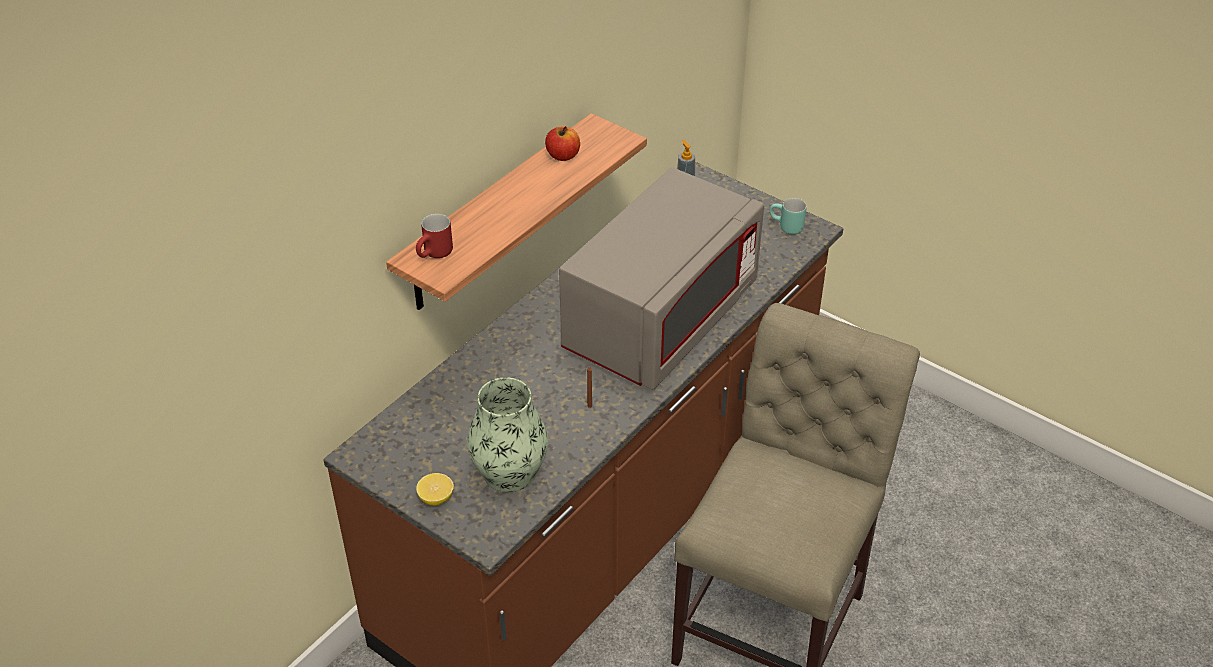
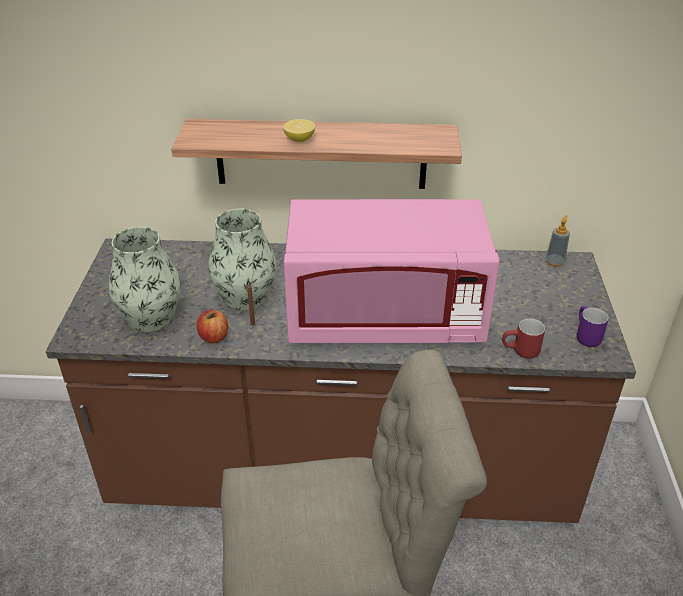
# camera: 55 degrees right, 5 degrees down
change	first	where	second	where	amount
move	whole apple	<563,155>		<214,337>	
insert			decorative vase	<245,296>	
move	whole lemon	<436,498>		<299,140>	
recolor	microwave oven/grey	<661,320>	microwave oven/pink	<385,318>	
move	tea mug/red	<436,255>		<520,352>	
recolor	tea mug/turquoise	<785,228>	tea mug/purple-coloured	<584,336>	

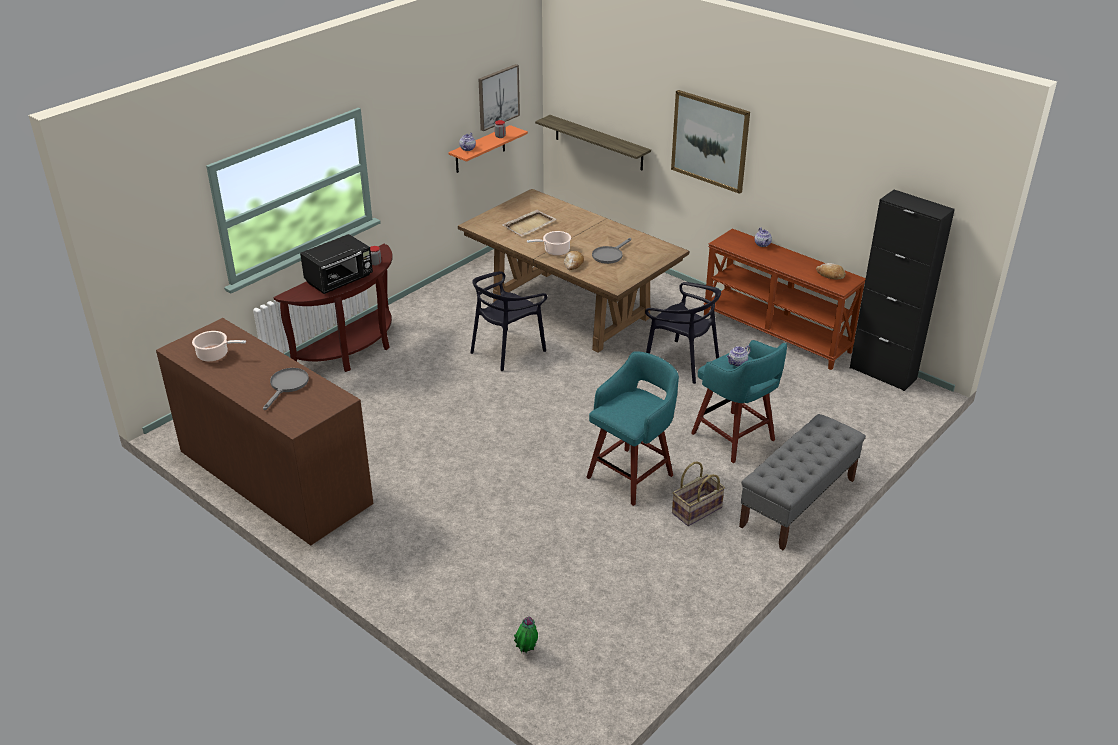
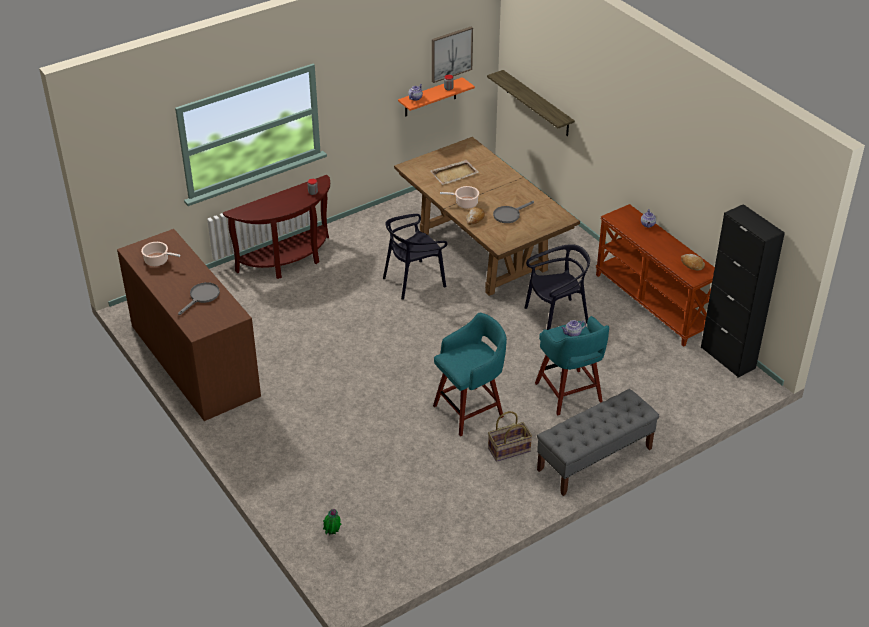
# camera: 15 degrees right, 5 degrees up
change	first	where	second	where	amount
rotate	plain chair/black-coloured	<682,362>		<556,317>	75 degrees counterclockwise
delete	microwave oven/black-coloured	<340,280>			
delete	picture	<710,141>			

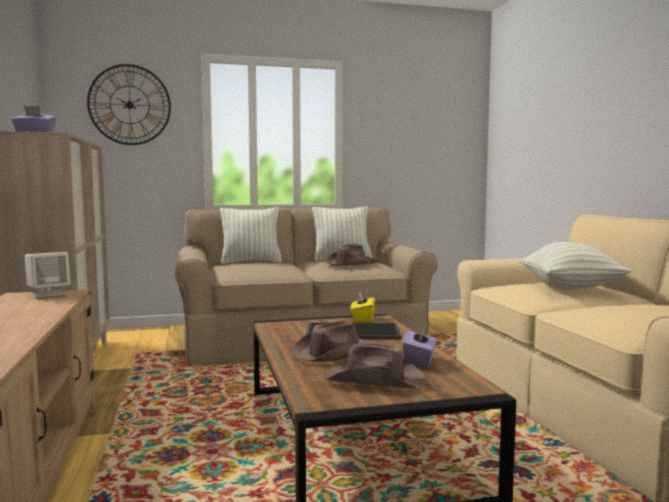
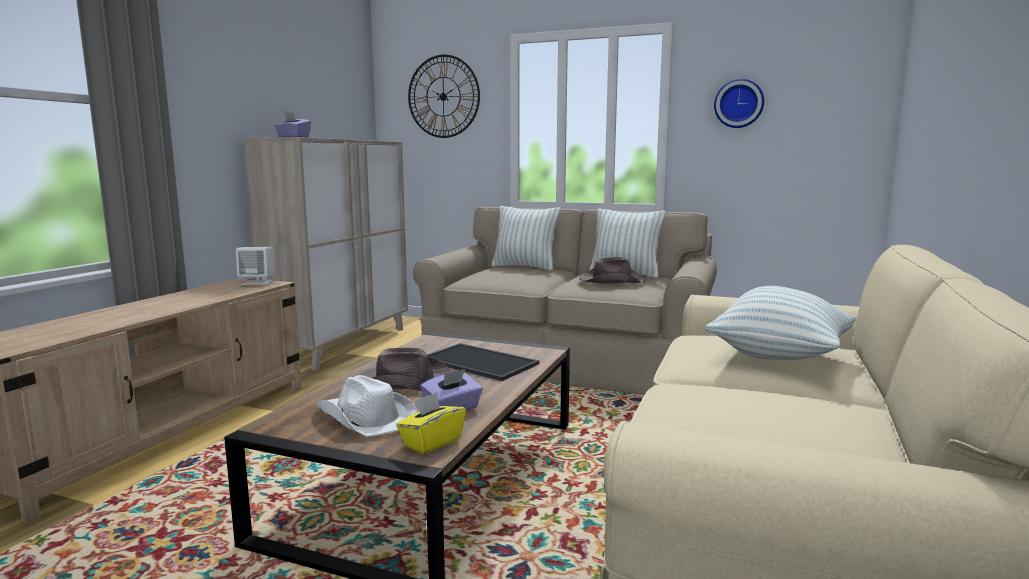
# camera: 35 degrees right, 5 degrees up
change	first	where	second	where	amount
recolor	wearable hat/brown	<375,380>	wearable hat/white-coloured	<366,418>	
move	box of tissues/yellow-coloured	<362,319>		<431,442>	
insert			wall clock	<738,104>	

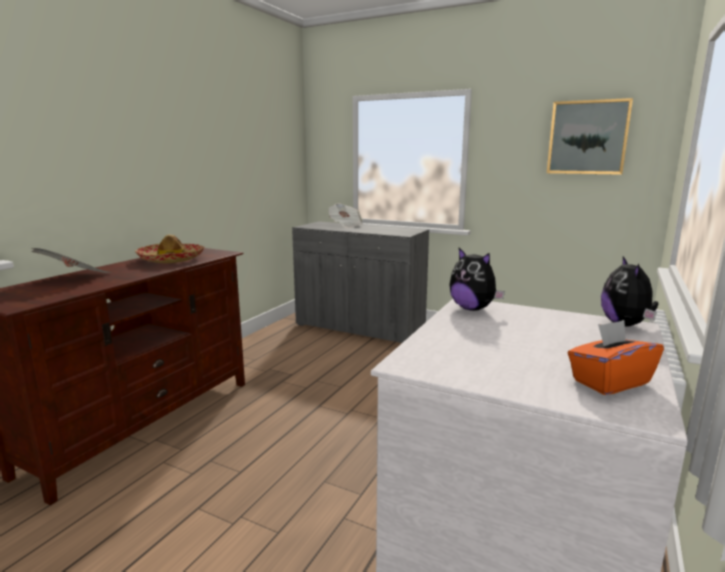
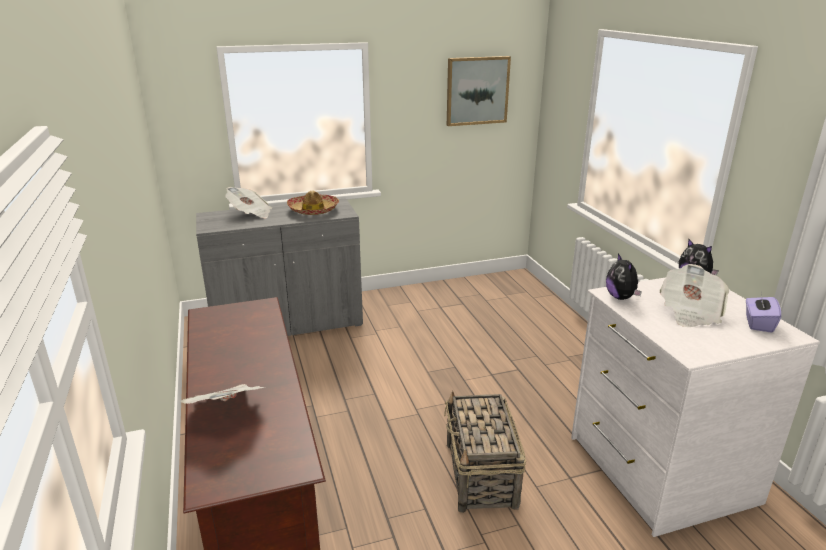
# camera: 45 degrees left, 10 degrees up
change	first	where	second	where	amount
move	wearable hat	<171,259>		<313,210>	
insert			basket	<481,475>	
rotate	cuddly toy	<472,309>		<621,297>	75 degrees clockwise
insert			daily paper	<690,312>	
recolor	box of tissues/orange	<609,381>	box of tissues/purple-coloured	<758,323>	

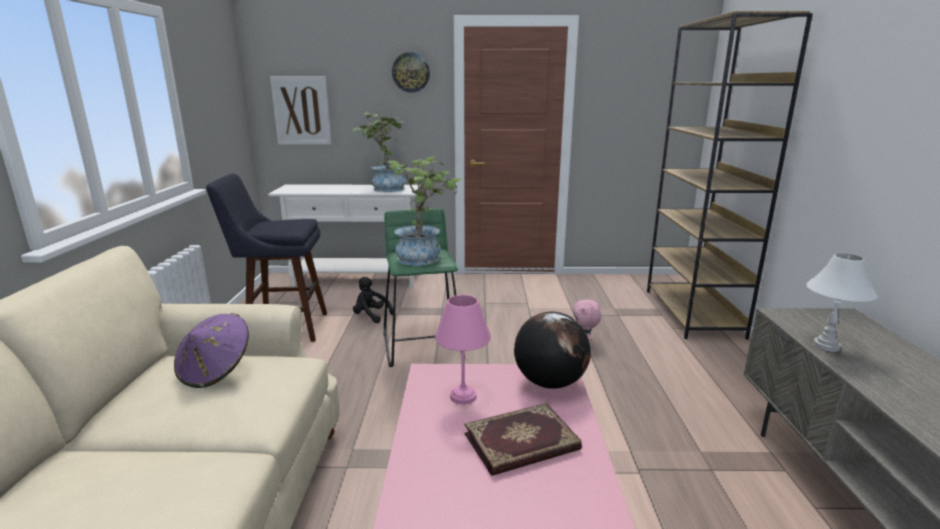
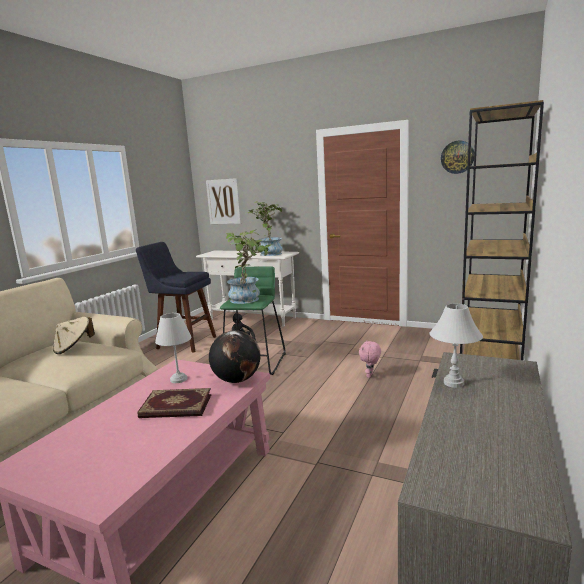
# camera: 25 degrees right, 5 degrees down
change	first	where	second	where	amount
recolor	wearable hat/purple-coloured	<216,371>	wearable hat/beige-coloured	<74,348>	
recolor	lamp for a table/pink	<462,397>	lamp for a table/white-coloured	<178,379>	
move	wall clock	<411,72>		<457,157>	

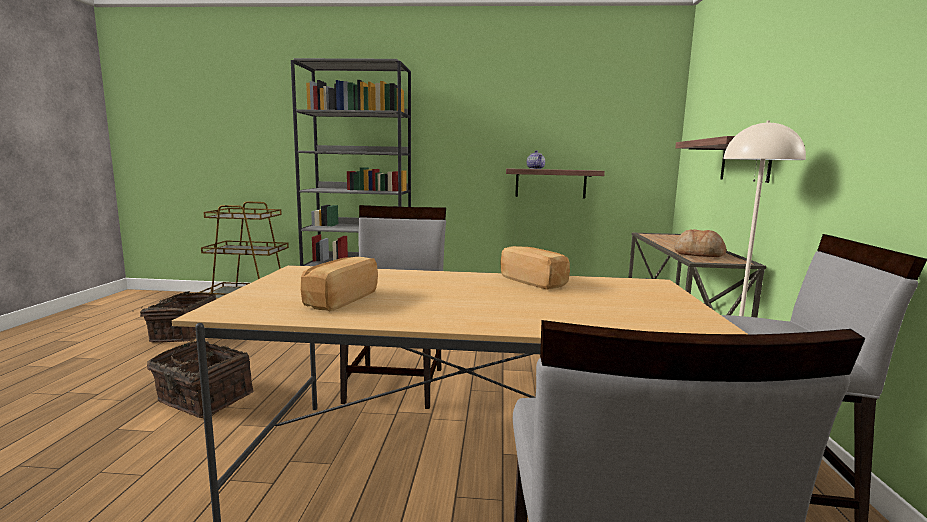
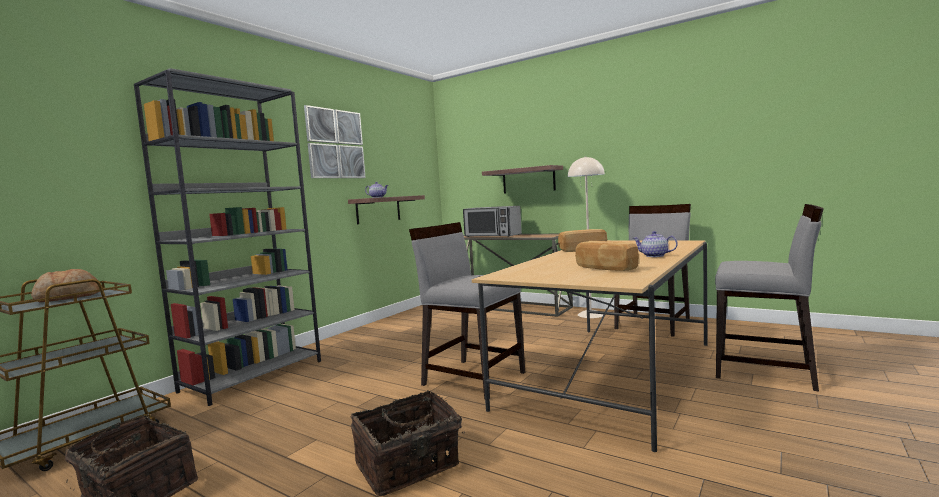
# camera: 60 degrees left, 5 degrees down
change	first	where	second	where	amount
move	baked bread	<698,254>		<67,297>	
insert			picture	<335,144>	
insert			microwave oven	<492,235>	
insert			teapot	<654,256>	

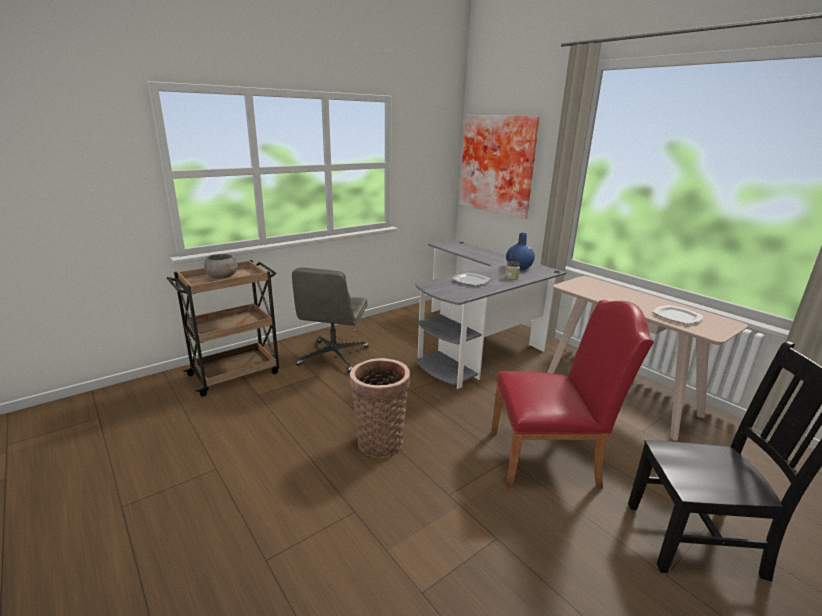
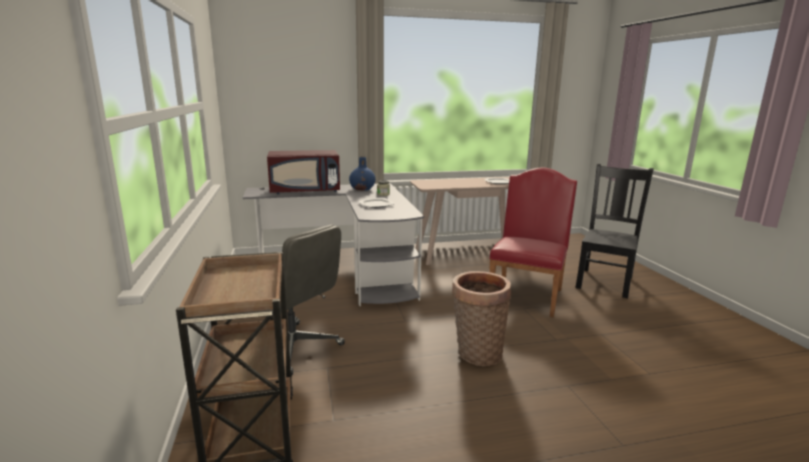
# camera: 65 degrees left, 5 degrees down
change	first	where	second	where	amount
insert			microwave oven/red	<305,191>	
delete	bowl/grey	<222,276>			
delete	picture	<498,165>			

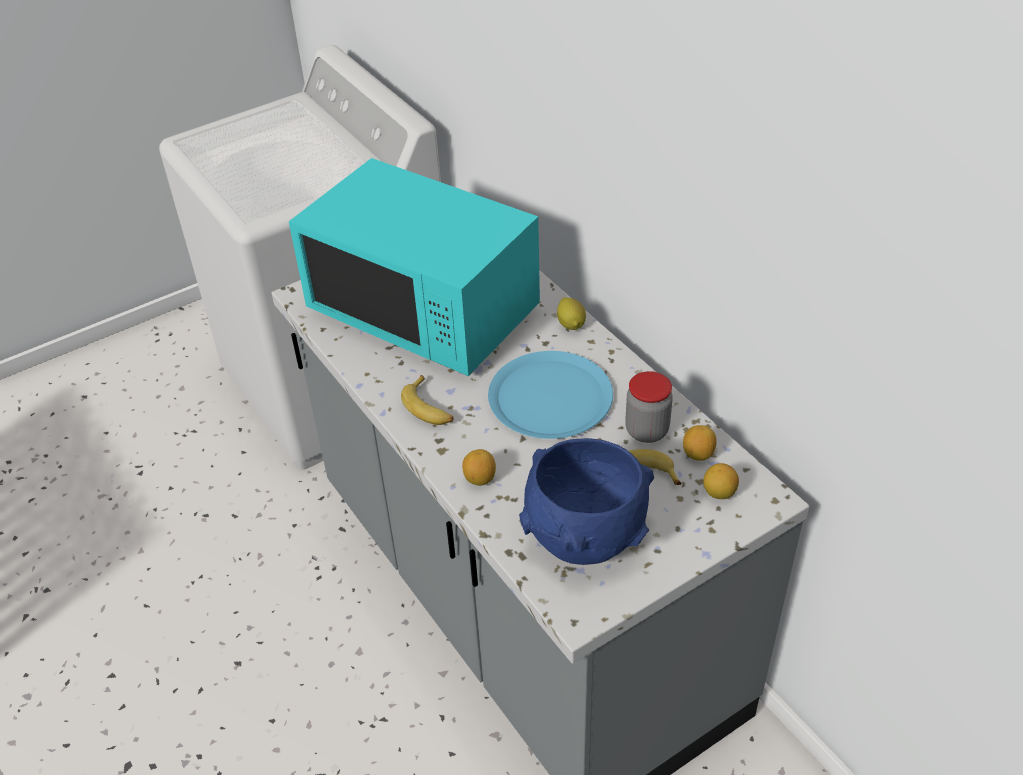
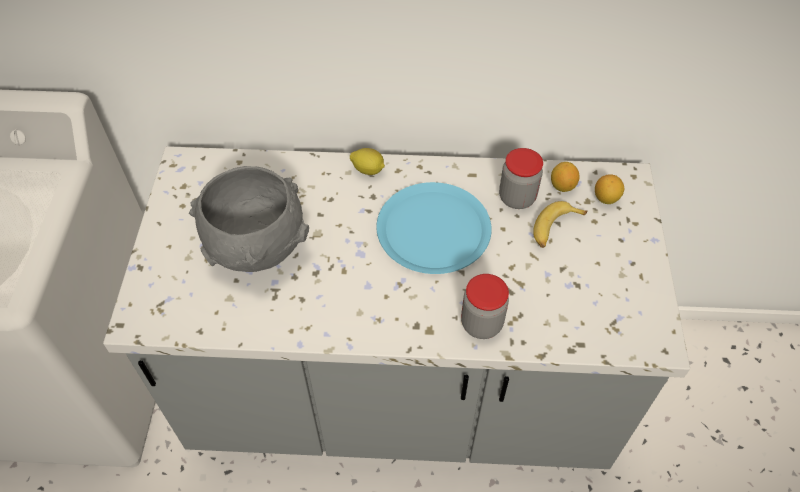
# camera: 55 degrees left, 10 degrees up
change	first	where	second	where	amount
replace	microwave oven/turquoise	<425,312>	bowl/grey	<258,248>	
replace	whole lemon	<479,478>	preserve jar	<481,324>	
delete	banana	<429,408>			
delete	bowl/blue-coloured	<585,537>			

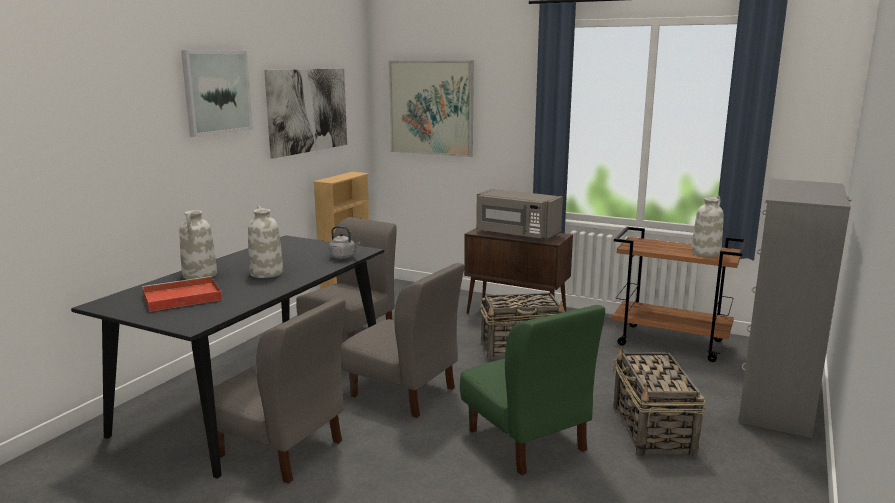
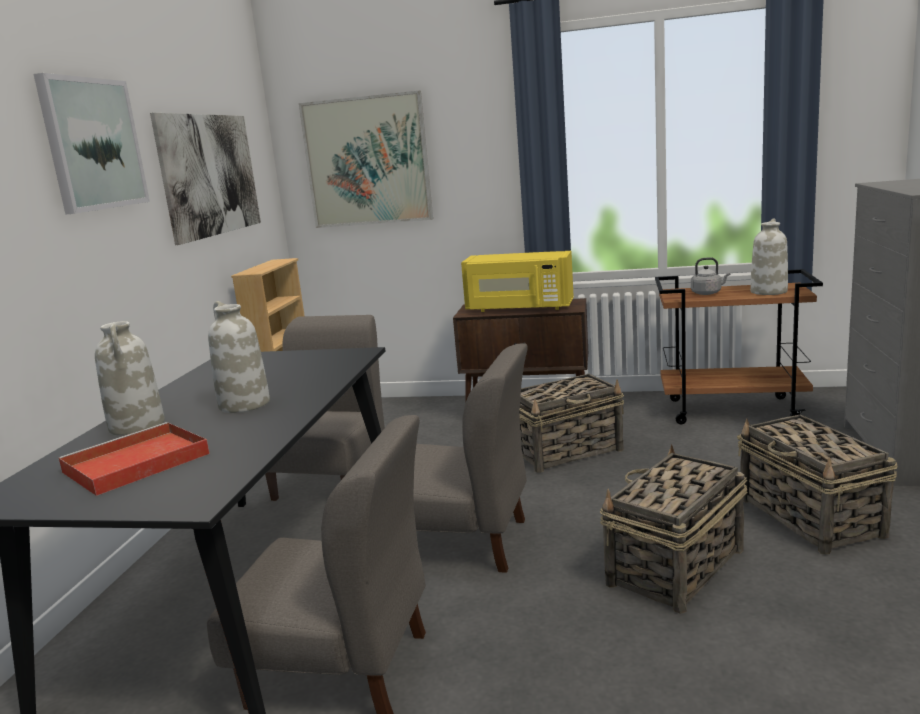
# camera: 15 degrees left, 0 degrees up
change	first	where	second	where	amount
recolor	microwave oven/grey	<516,234>	microwave oven/yellow-coloured	<519,308>	
replace	plain chair/green	<526,440>	basket	<674,568>	
move	tea kettle/grey	<344,257>		<708,293>	

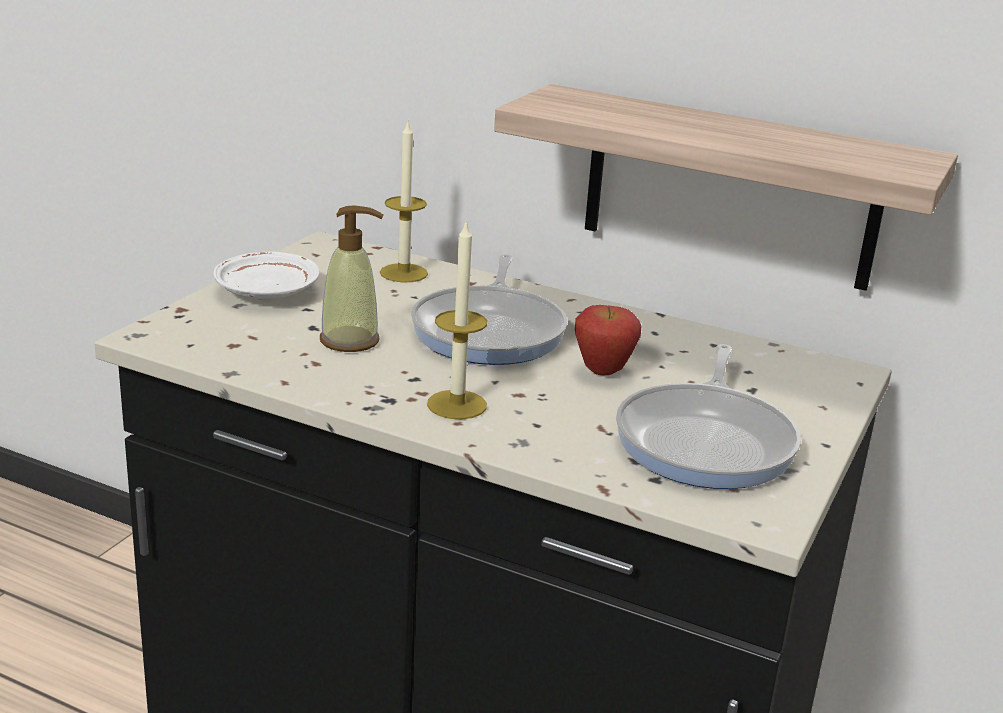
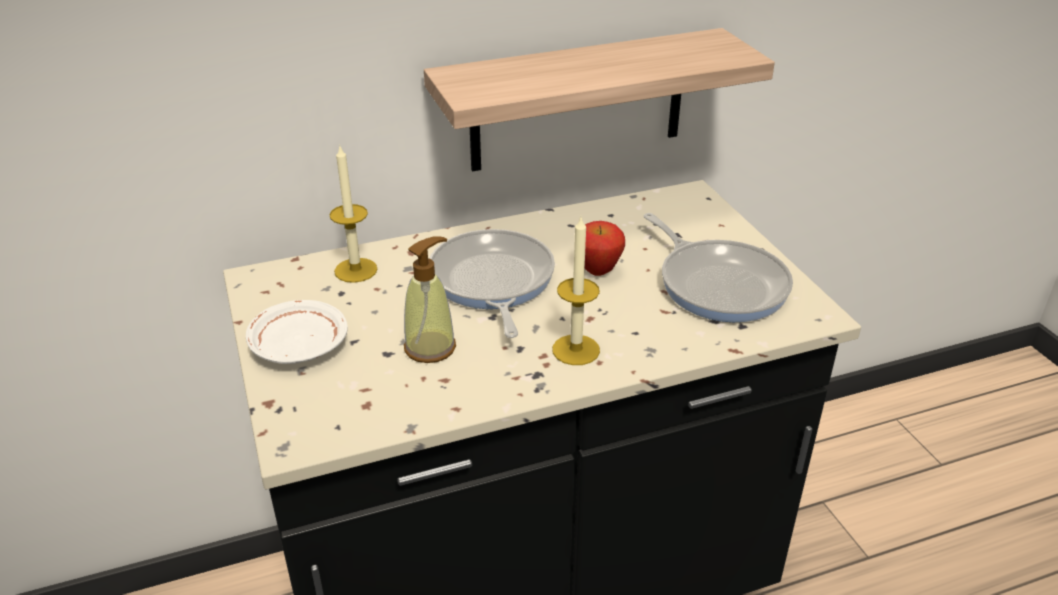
# camera: 45 degrees left, 10 degrees up
change	first	where	second	where	amount
rotate	frying pan	<490,331>		<492,282>	150 degrees counterclockwise

